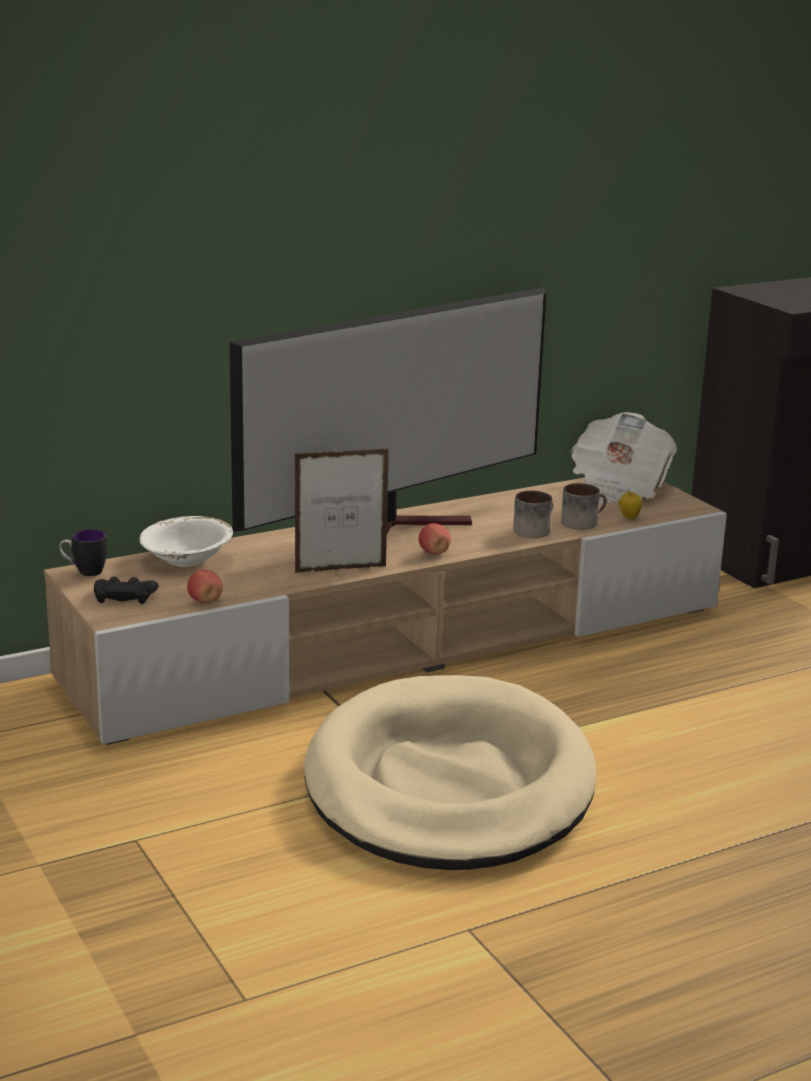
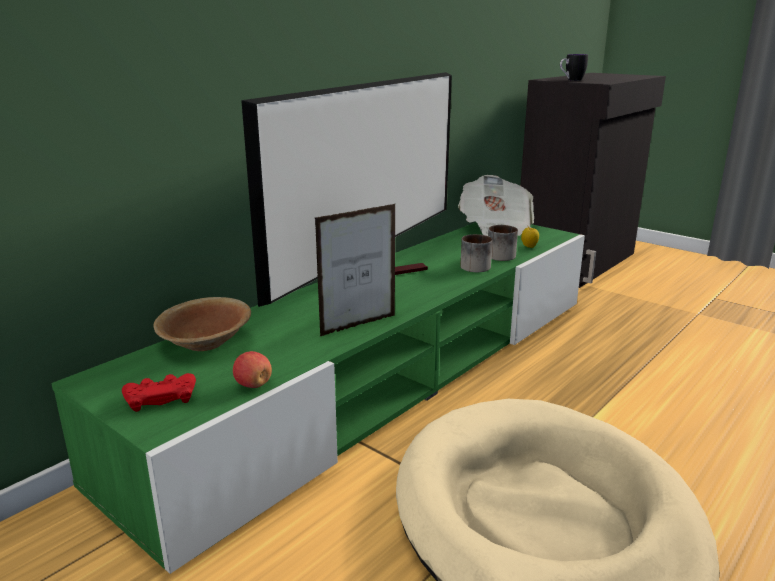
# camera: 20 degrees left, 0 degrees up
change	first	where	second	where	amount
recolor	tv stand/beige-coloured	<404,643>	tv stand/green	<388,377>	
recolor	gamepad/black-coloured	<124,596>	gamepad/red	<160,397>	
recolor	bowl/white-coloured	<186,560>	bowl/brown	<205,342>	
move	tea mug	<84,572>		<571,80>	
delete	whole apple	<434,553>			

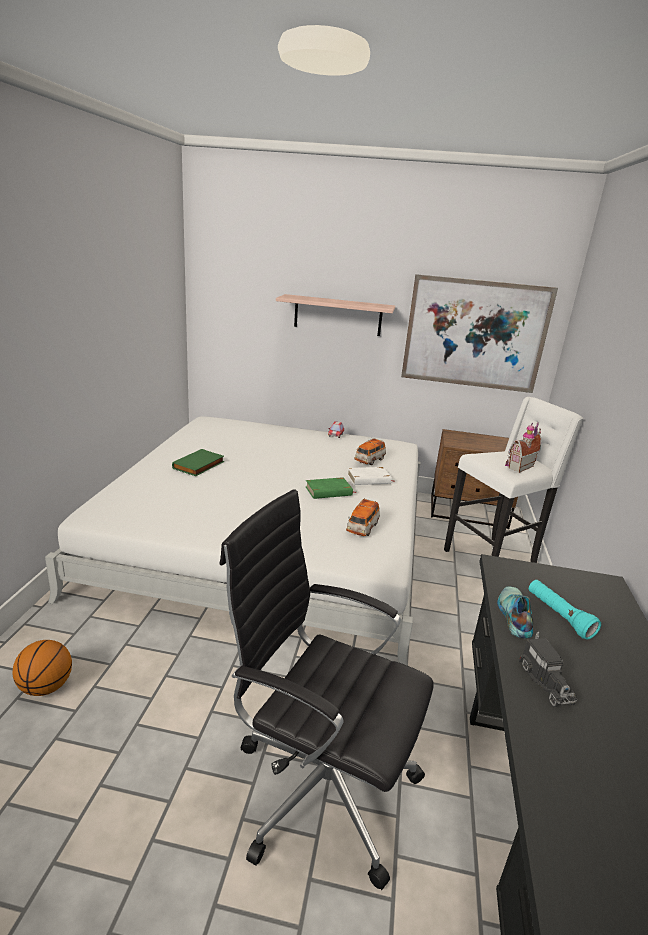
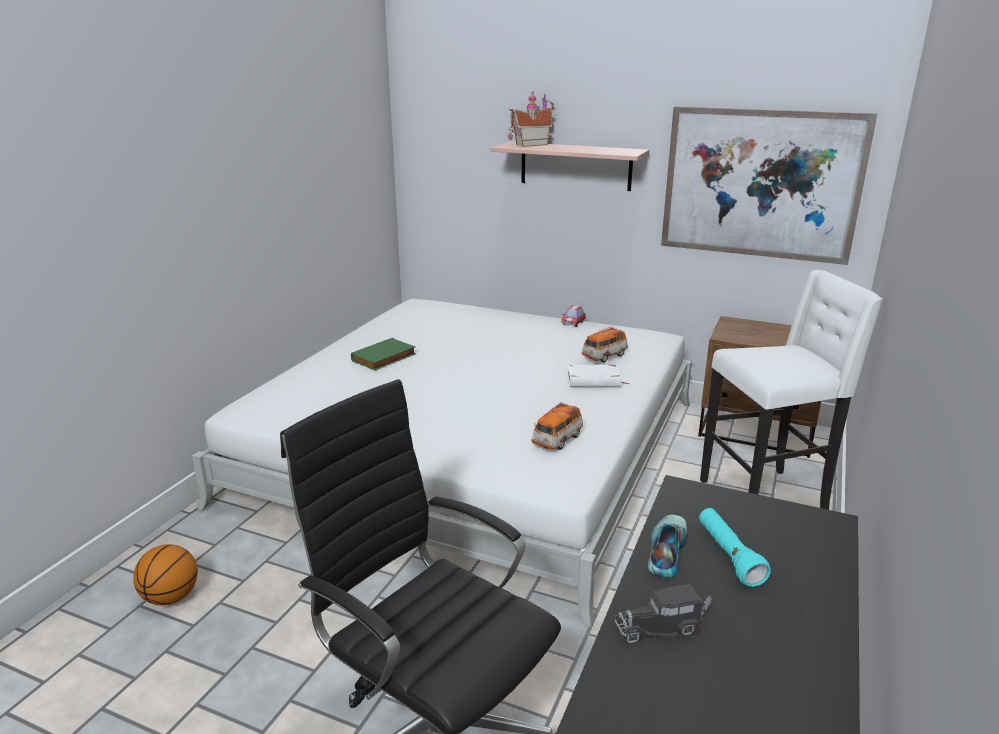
# camera: 15 degrees right, 0 degrees up
change	first	where	second	where	amount
move	model house	<518,466>		<529,144>	
rotate	toy lorry	<544,680>		<660,627>	75 degrees clockwise
delete	book/green	<329,491>			

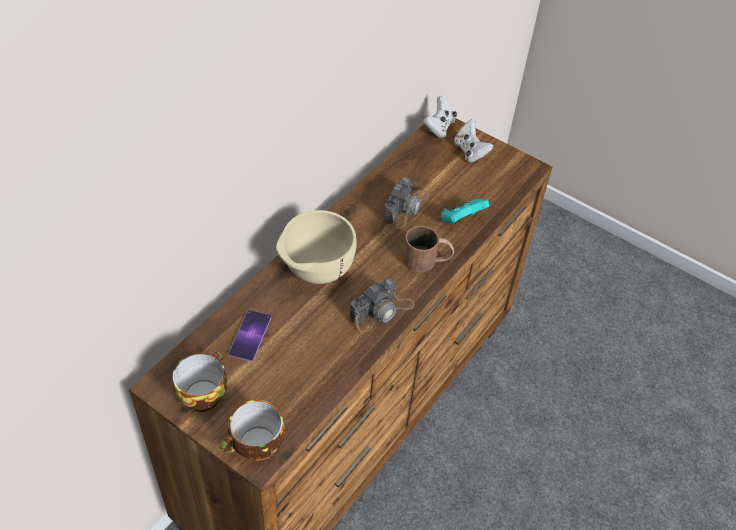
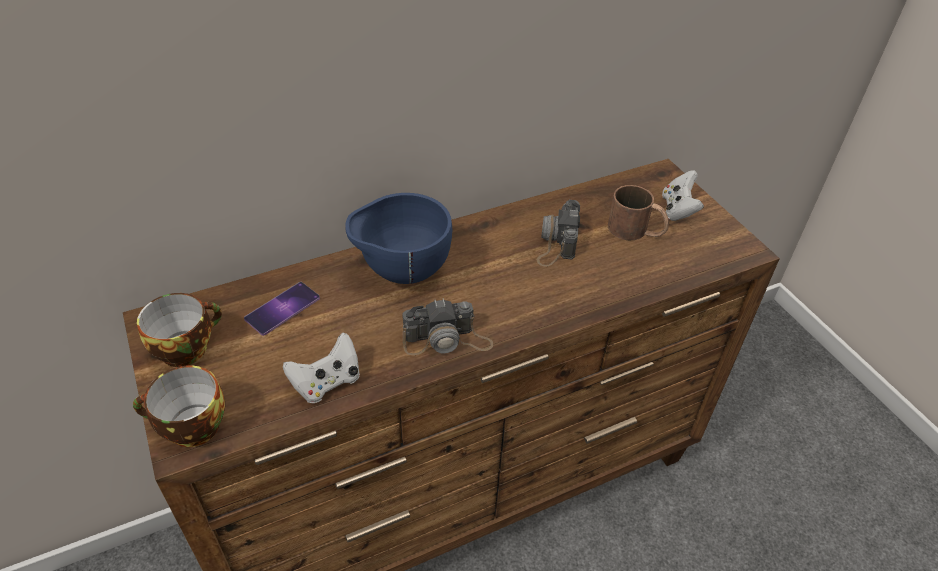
# camera: 30 degrees right, 5 degrees down
change	first	where	second	where	amount
move	gamepad/white-coloured	<439,127>		<327,382>	
recolor	bowl/beige-coloured	<315,274>	bowl/blue-coloured	<401,273>	
rotate	photo camera	<406,207>		<557,241>	135 degrees clockwise
move	tea mug/brown	<427,260>		<636,231>	
delete	gamepad/turquoise	<461,220>			

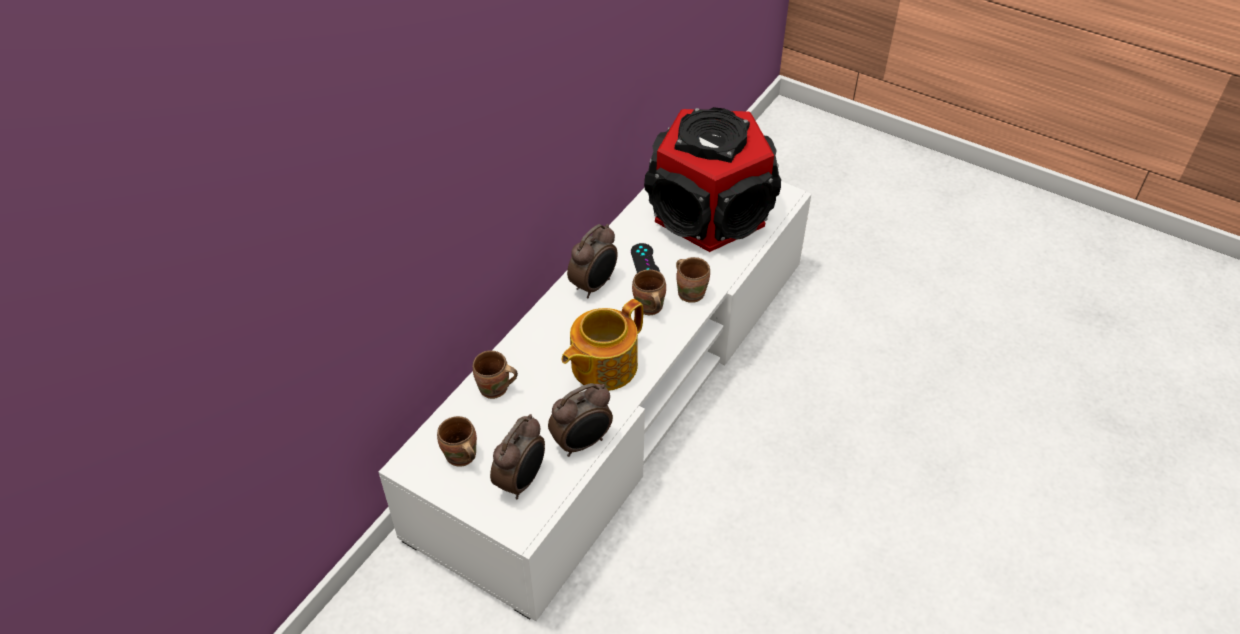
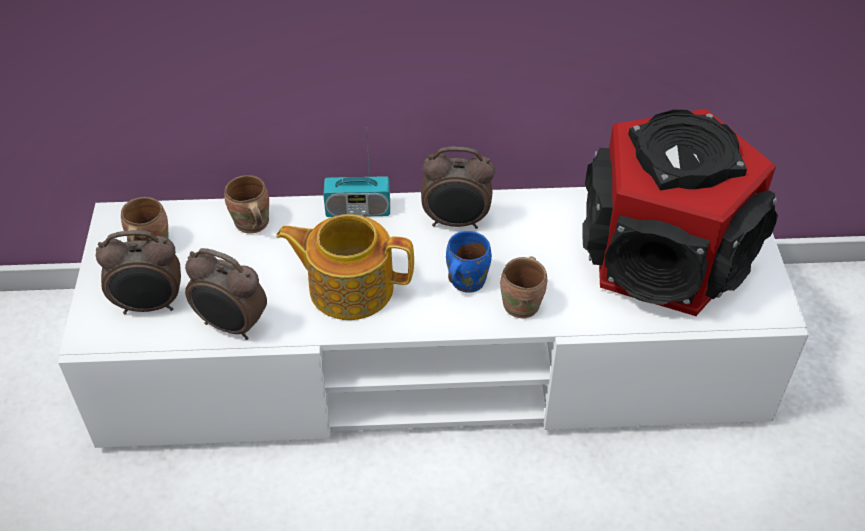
# camera: 55 degrees right, 0 degrees up
change	first	where	second	where	amount
insert			radio	<358,210>	
recolor	tea mug/brown	<648,308>	tea mug/blue-coloured	<464,281>	
delete	gamepad/black-coloured	<645,262>			

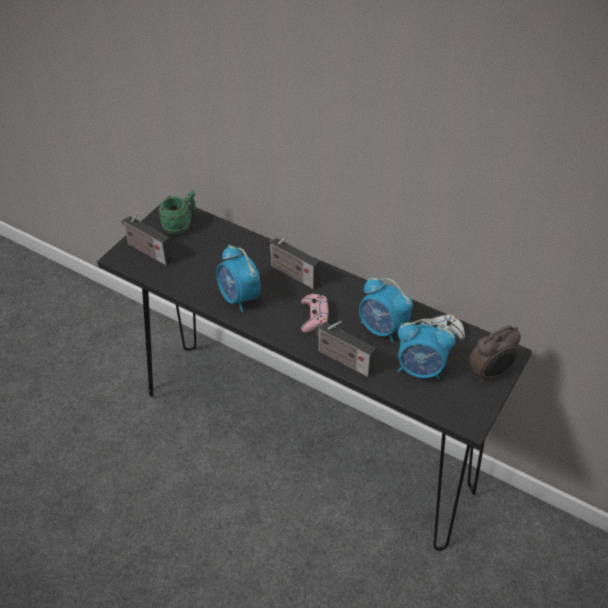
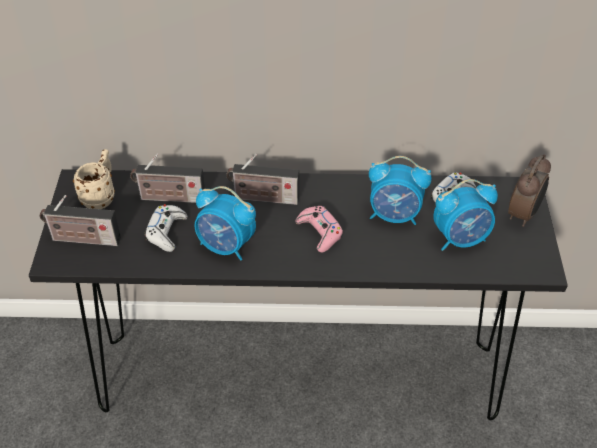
# camera: 30 degrees left, 0 degrees up
change	first	where	second	where	amount
recolor	tea mug/green	<181,226>	tea mug/beige-coloured	<101,196>	
move	radio	<342,359>		<169,198>	
insert			gamepad/white-coloured	<166,232>	

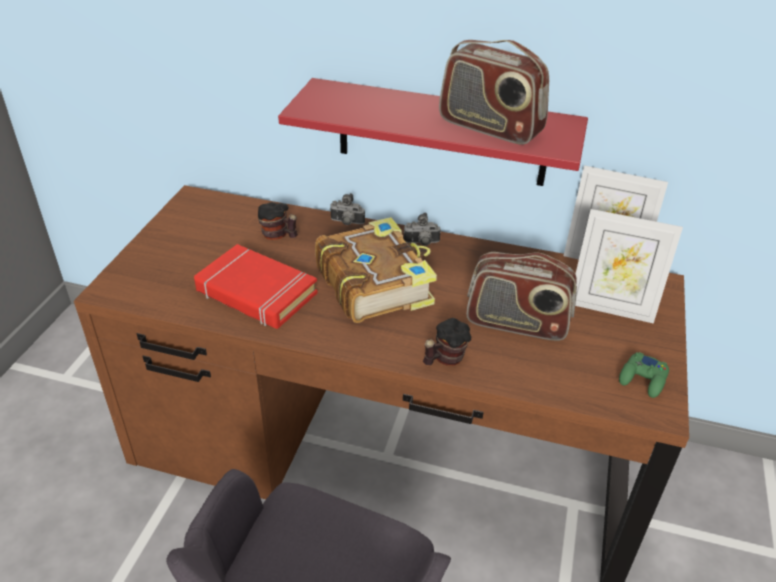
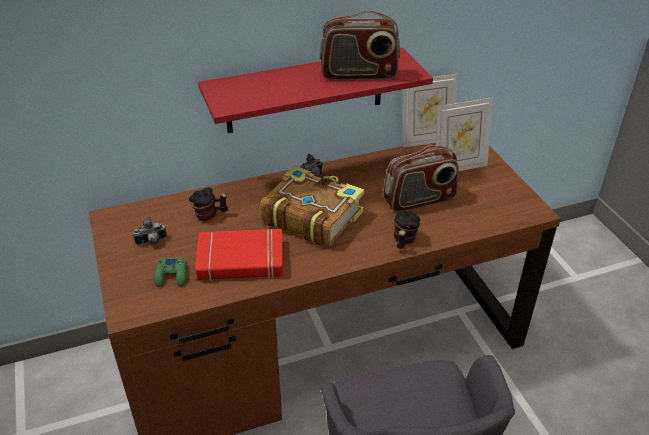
# camera: 35 degrees left, 0 degrees up
change	first	where	second	where	amount
move	photo camera	<346,223>		<152,242>	
move	gamepad/green	<643,379>		<172,276>	

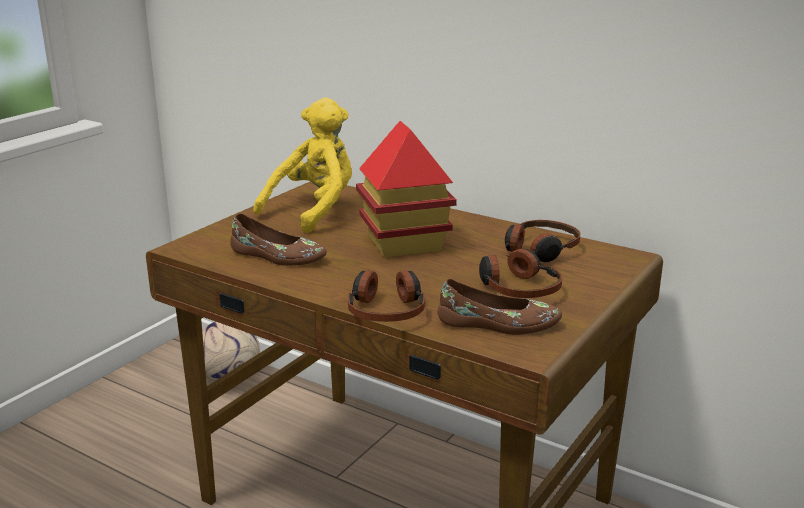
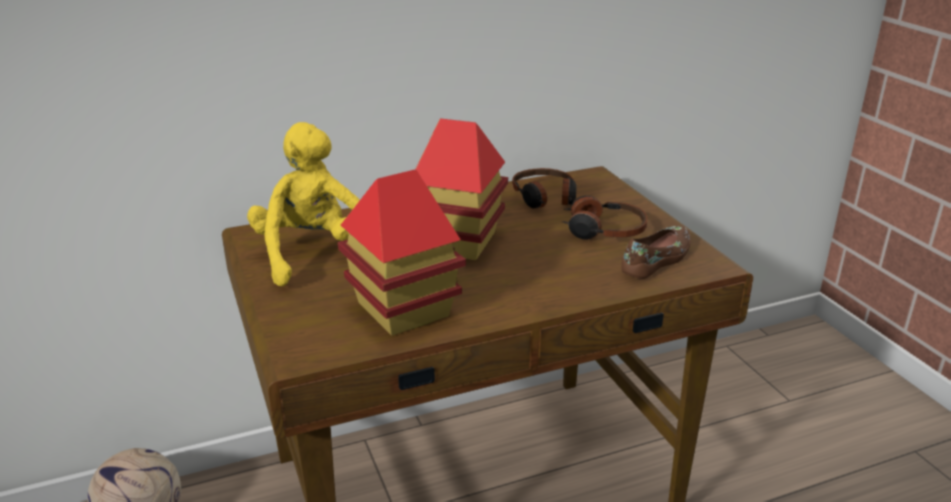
# camera: 55 degrees left, 5 degrees up
change	first	where	second	where	amount
replace	low shoe/brown	<277,256>	model house	<403,309>	
delete	headphones	<386,310>			

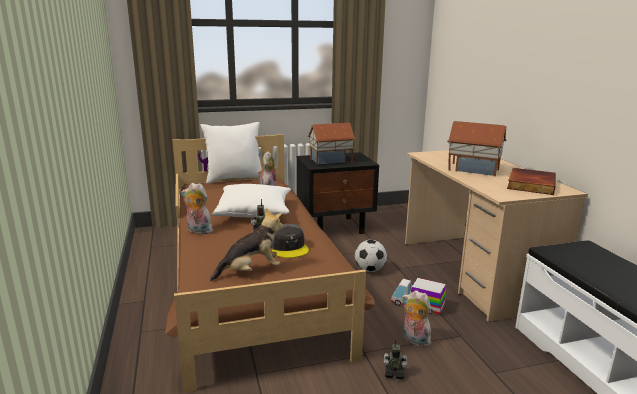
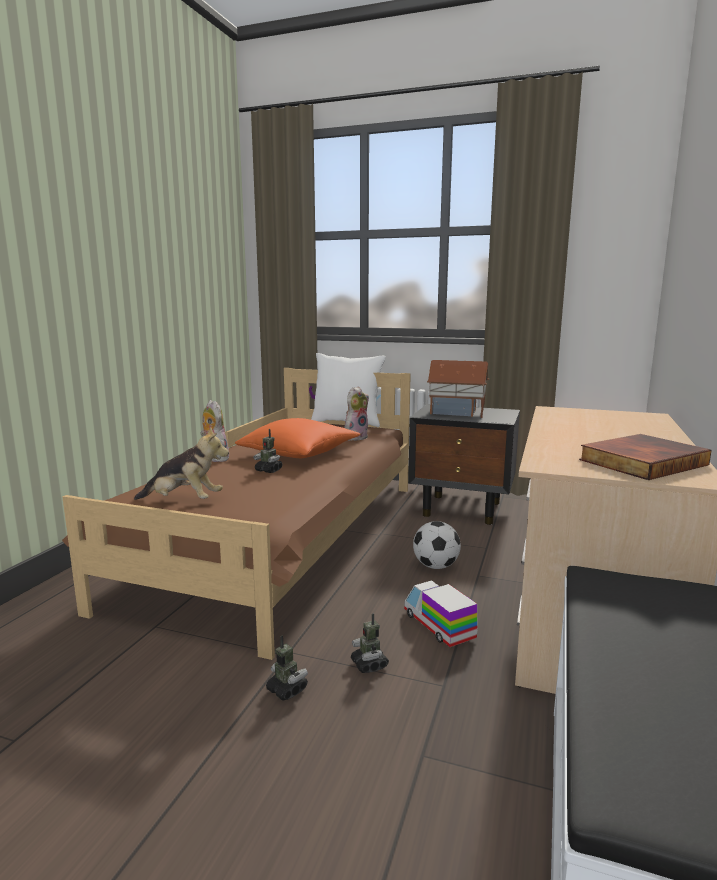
# camera: 35 degrees right, 5 degrees down
change	first	where	second	where	amount
recolor	pillow/white-coloured	<254,212>	pillow/orange	<299,453>	
replace	cuddly toy	<414,340>	model robot	<369,665>	
delete	baseball cap/grey	<288,247>			
delete	model house	<473,169>			

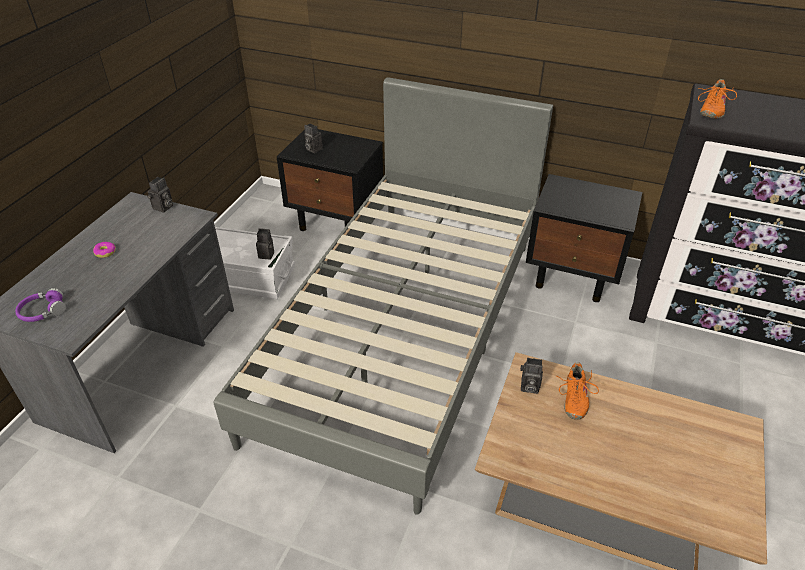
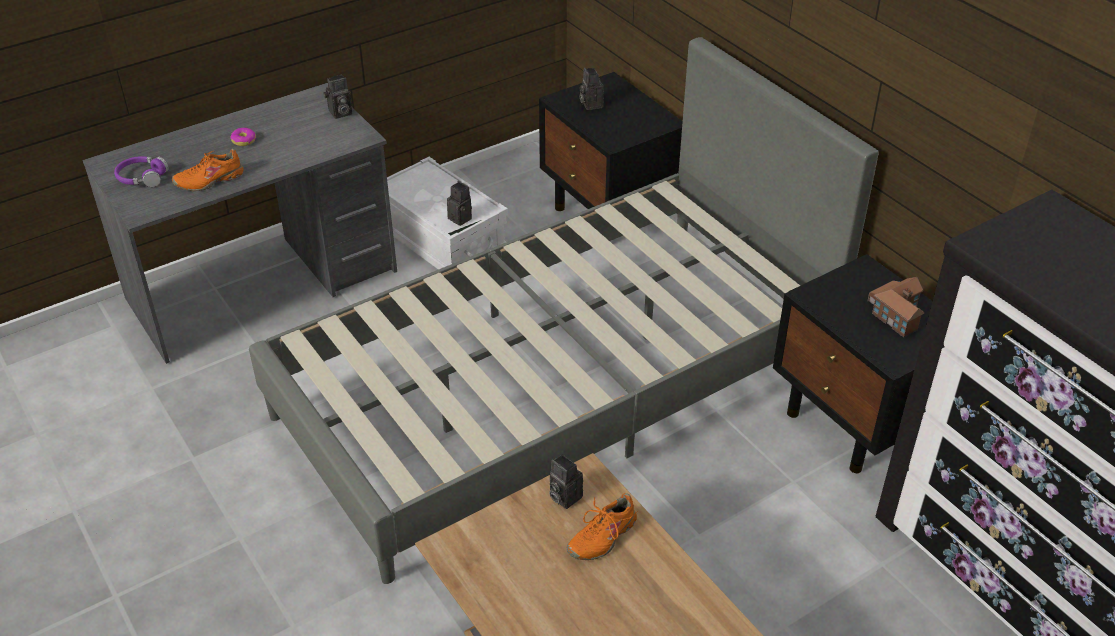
# camera: 35 degrees right, 0 degrees up
change	first	where	second	where	amount
move	low shoe/orange	<711,110>		<209,180>	
insert			model house	<896,313>	

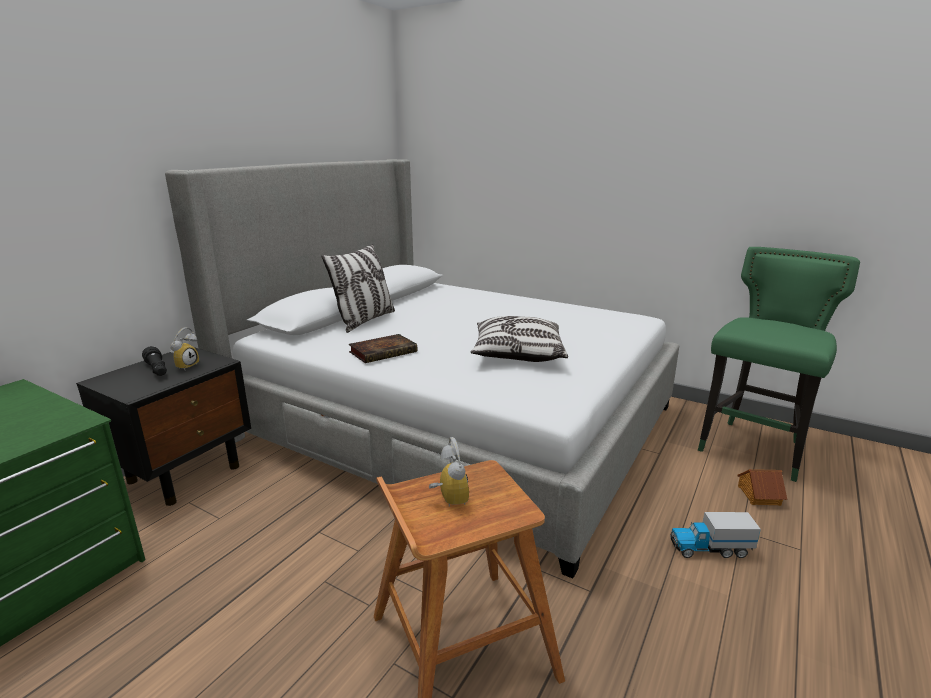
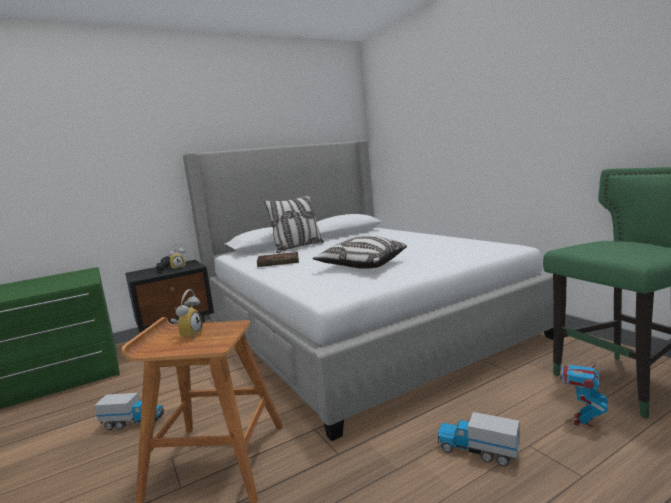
# camera: 30 degrees right, 10 degrees down
change	first	where	second	where	amount
insert			toy lorry	<133,423>	
replace	model house	<758,495>	model robot	<583,421>	

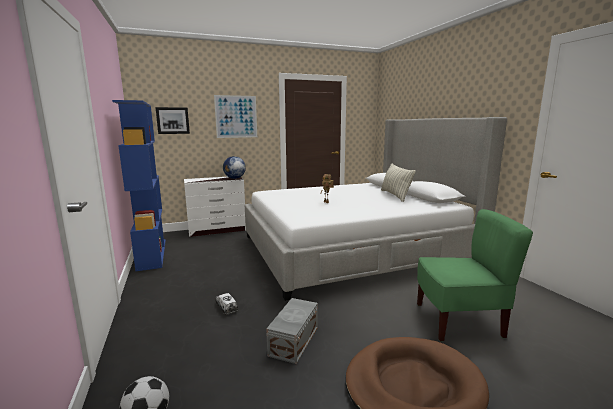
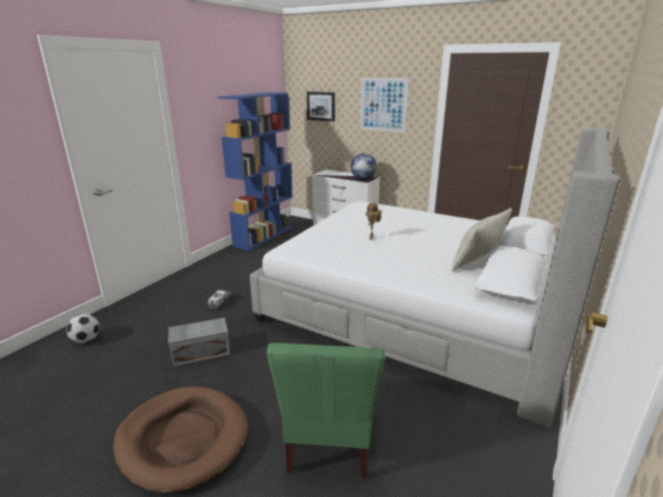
# camera: 50 degrees right, 10 degrees up
change	first	where	second	where	amount
rotate	plain chair/green	<459,321>		<330,440>	45 degrees clockwise

